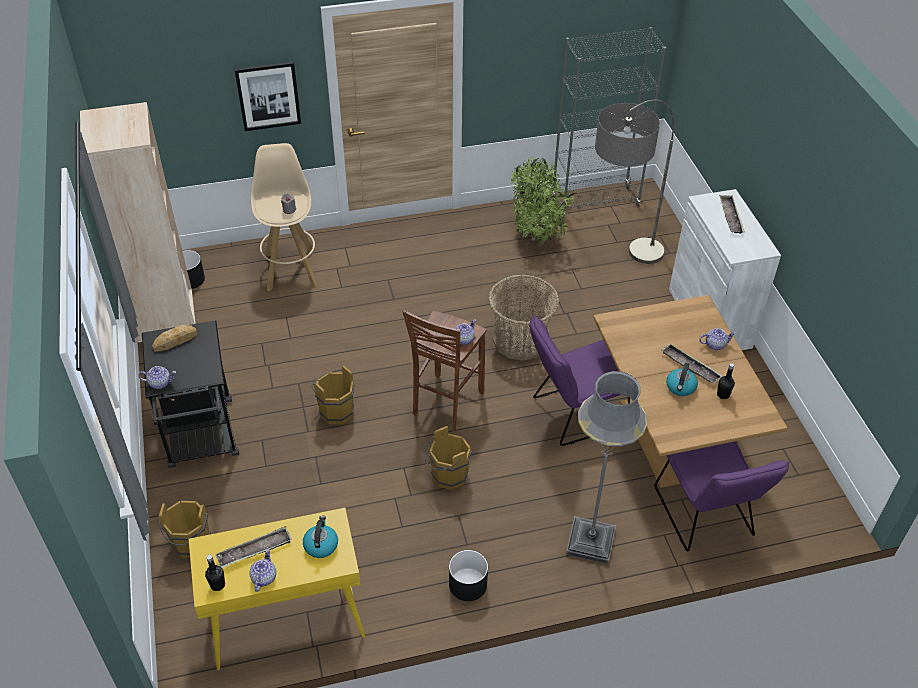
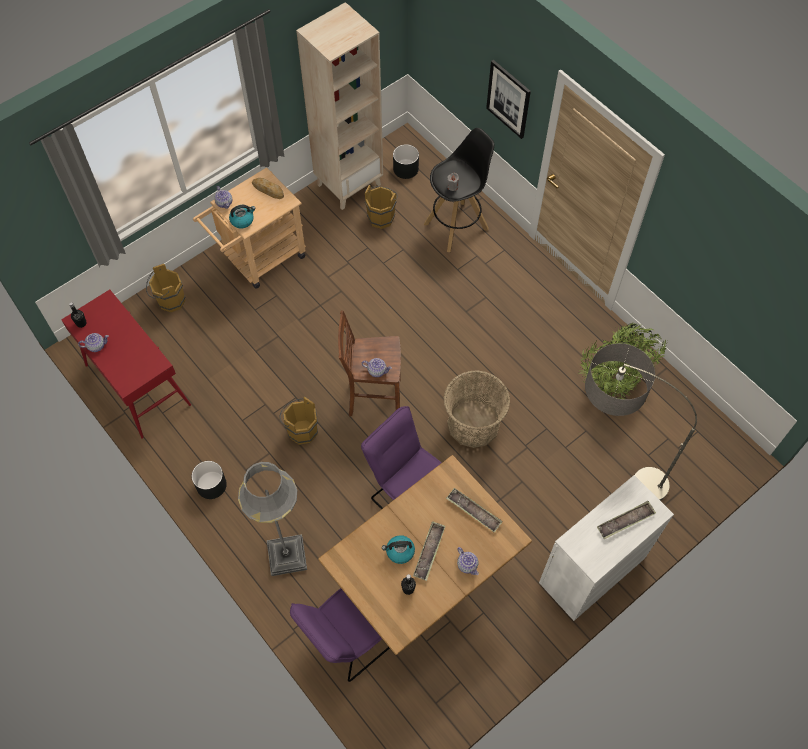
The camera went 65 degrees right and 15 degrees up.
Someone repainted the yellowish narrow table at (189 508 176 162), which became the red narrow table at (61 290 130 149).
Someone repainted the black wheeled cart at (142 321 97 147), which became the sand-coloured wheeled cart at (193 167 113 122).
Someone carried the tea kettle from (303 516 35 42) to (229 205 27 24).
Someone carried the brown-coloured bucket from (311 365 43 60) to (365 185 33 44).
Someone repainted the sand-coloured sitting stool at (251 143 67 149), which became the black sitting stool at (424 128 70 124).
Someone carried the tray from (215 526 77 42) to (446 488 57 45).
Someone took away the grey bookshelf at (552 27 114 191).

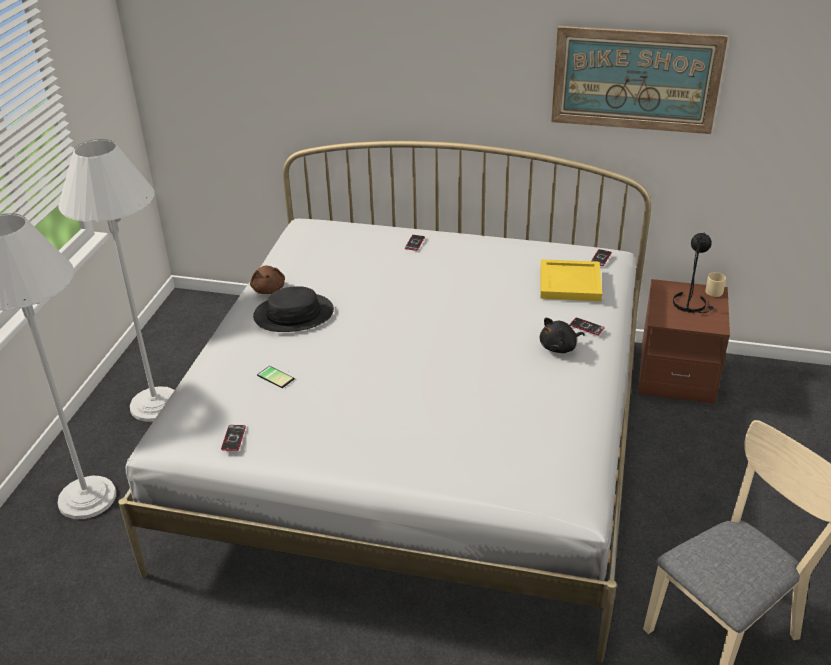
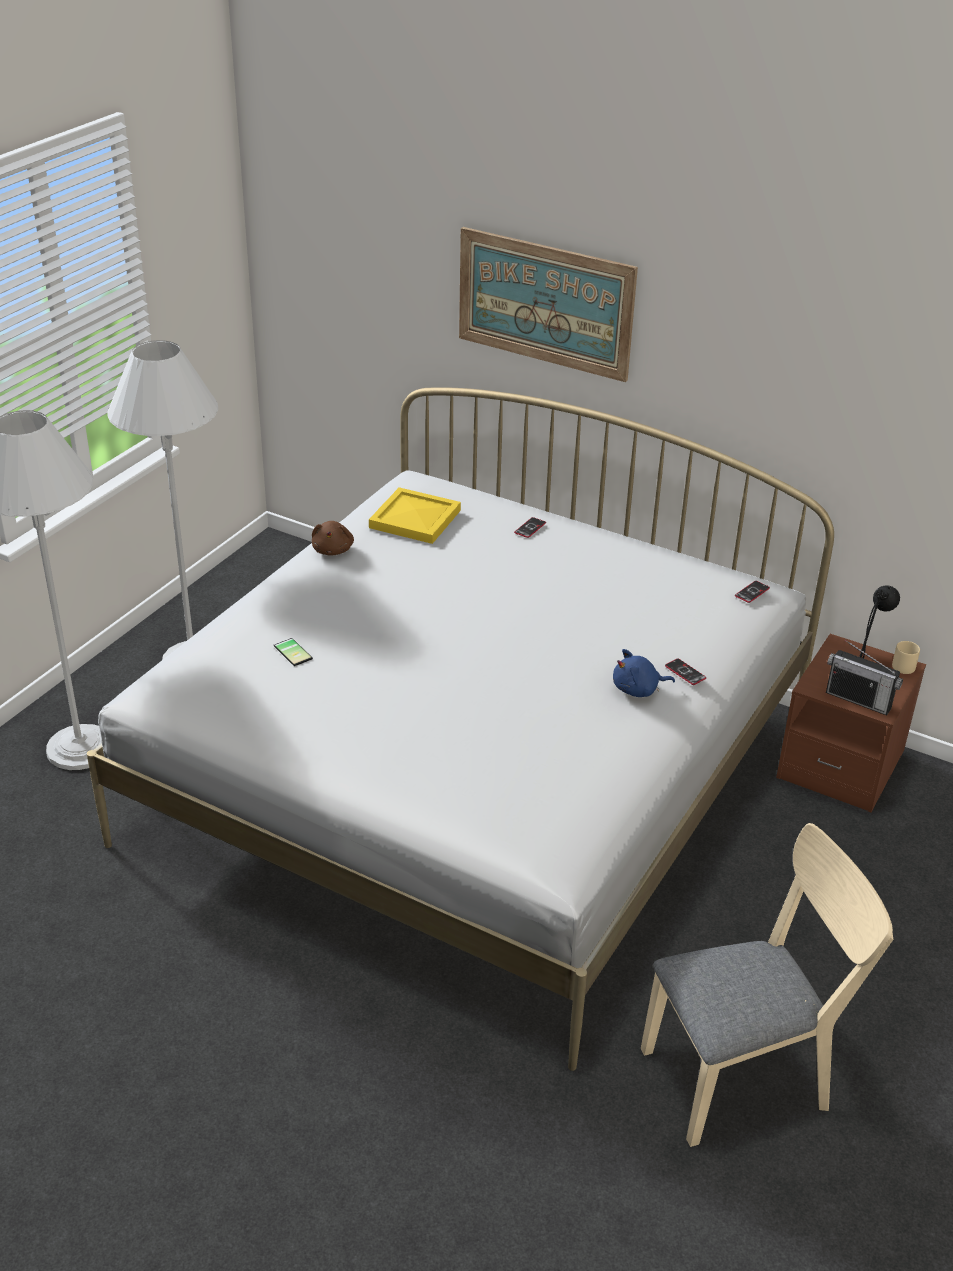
The camera went 15 degrees right and 0 degrees up.
Someone carried the yellowish tray from (540 259 62 42) to (369 487 92 57).
Someone carried the wall picture from (551 26 177 108) to (459 227 179 155).
Someone repainted the black cuddly toy at (540 318 45 35), which became the blue cuddly toy at (613 649 62 48).
Someone put down the radio set at (826 640 77 76).
Someone took away the telephone at (221 425 25 26).
Someone took away the black clothing hat at (253 286 81 46).

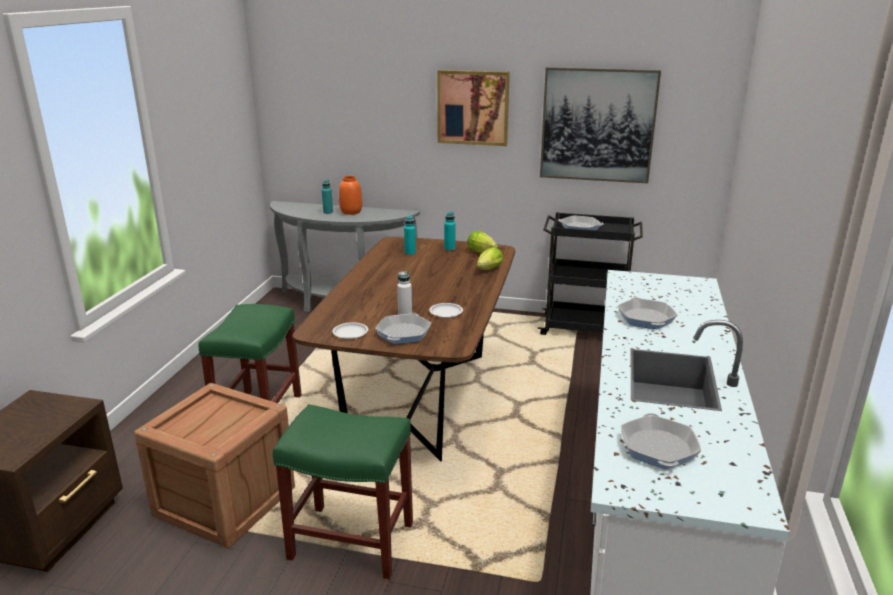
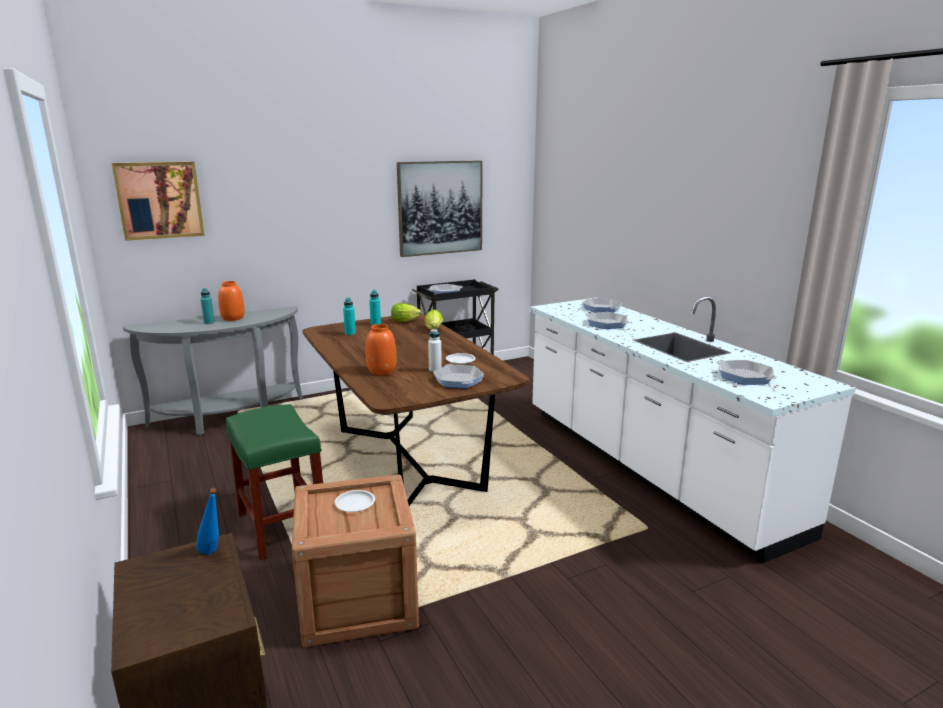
The camera went 40 degrees left and 5 degrees down.
Someone carried the wall picture from (437 70 73 76) to (112 162 93 79).
Someone put down the blue bottle at (196 488 23 66).
Someone carried the whitish plate from (333 322 35 17) to (335 490 40 22).
Someone put down the orangey vase at (366 324 30 51).
Someone put down the skillet at (582 298 40 15).
Someone took away the greenish sitting stool at (273 404 140 175).

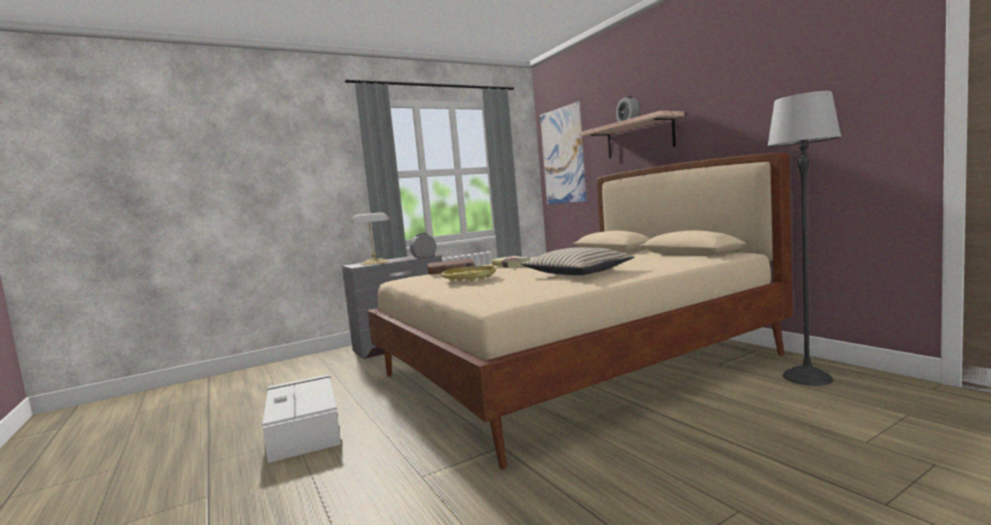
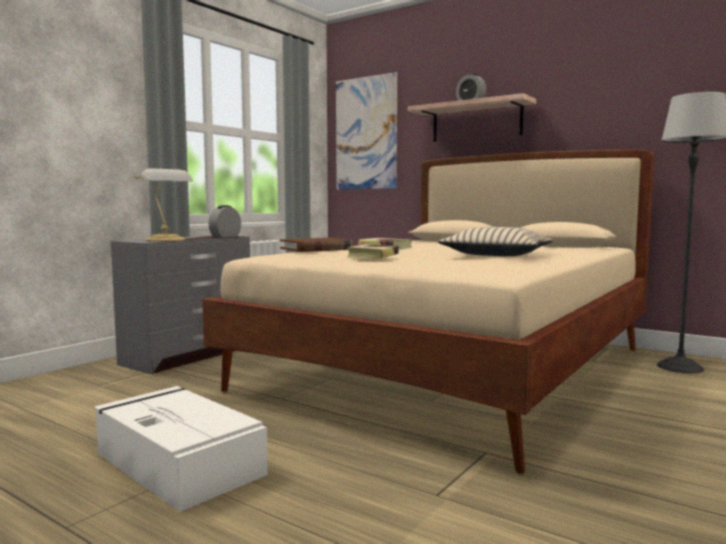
The camera went 25 degrees left and 0 degrees up.
Someone swapped the yellowish tray at (441 265 55 16) for the bound book at (347 244 52 14).

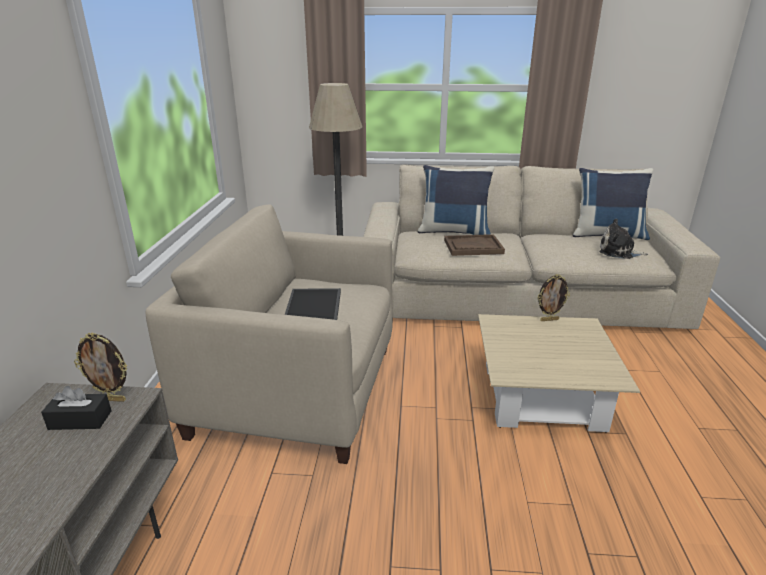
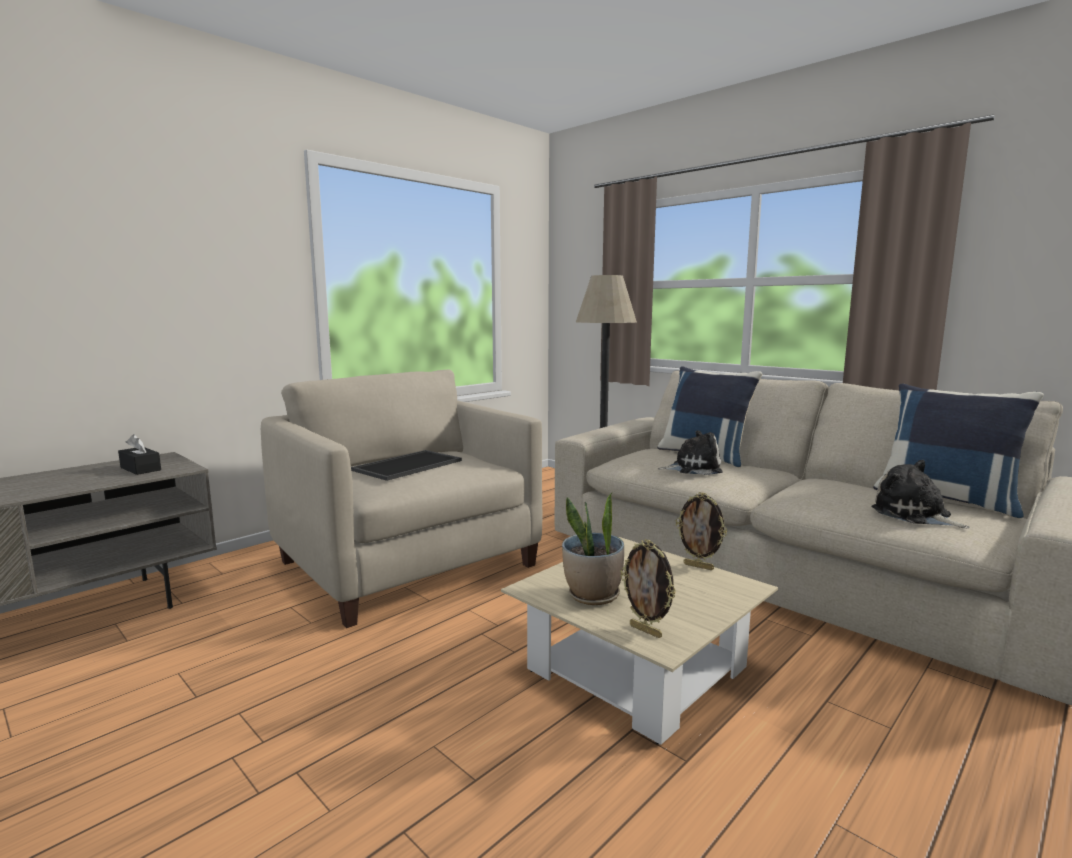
The camera went 40 degrees right and 15 degrees down.
Someone put down the houseplant at (562 493 62 112).
Someone carried the picture frame from (74 332 53 70) to (620 539 56 99).
Someone swapped the brown-coloured tray at (444 234 61 22) for the cuddly toy at (658 430 65 45).

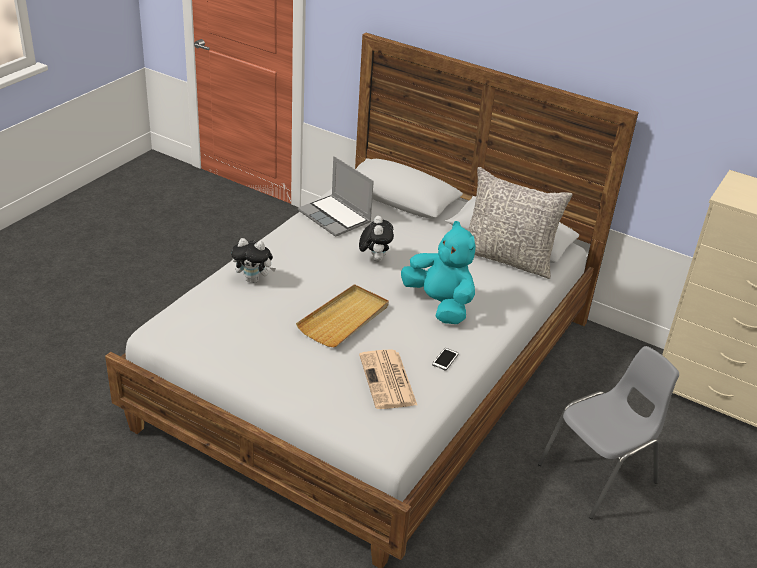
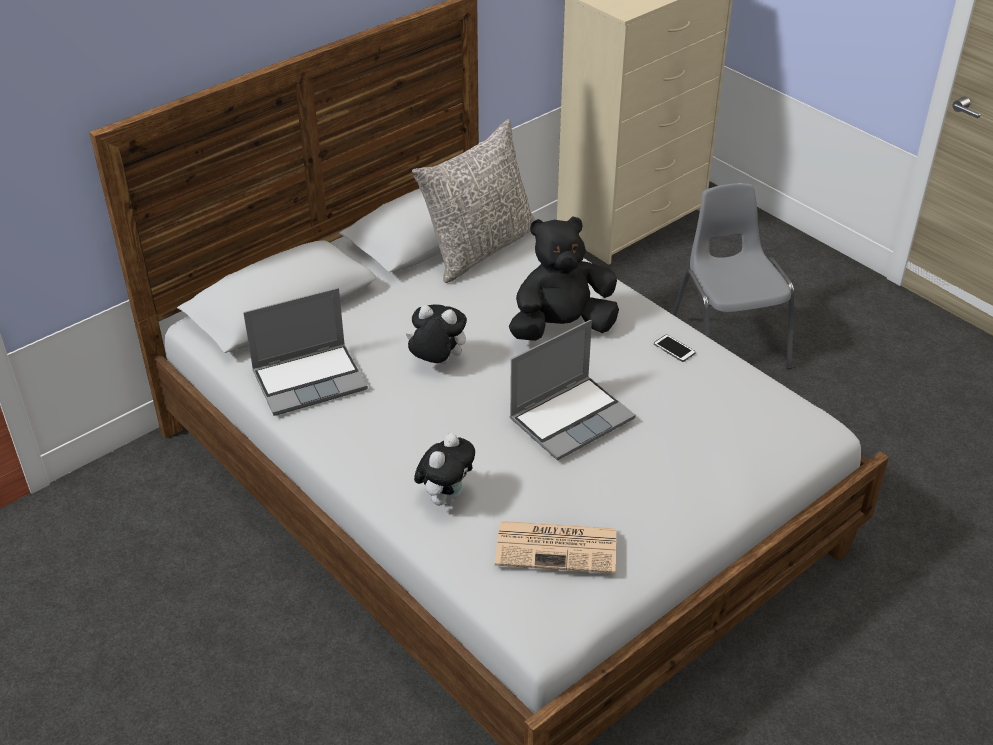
The camera went 70 degrees left and 5 degrees up.
Someone carried the daily paper from (359 349 58 60) to (495 521 121 53).
Someone repainted the turquoise cuddly toy at (401 221 75 103), which became the black cuddly toy at (509 216 110 125).
Someone swapped the sand-coloured tray at (296 284 93 63) for the notebook computer at (510 320 126 141).

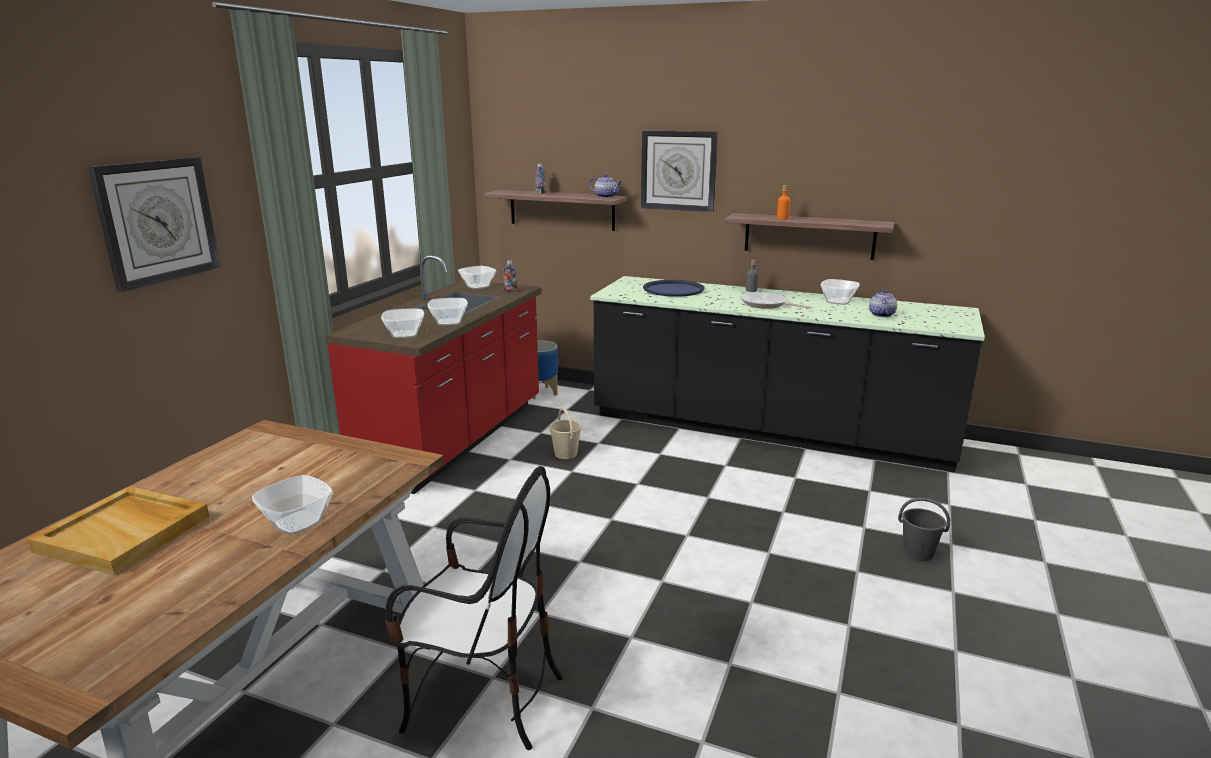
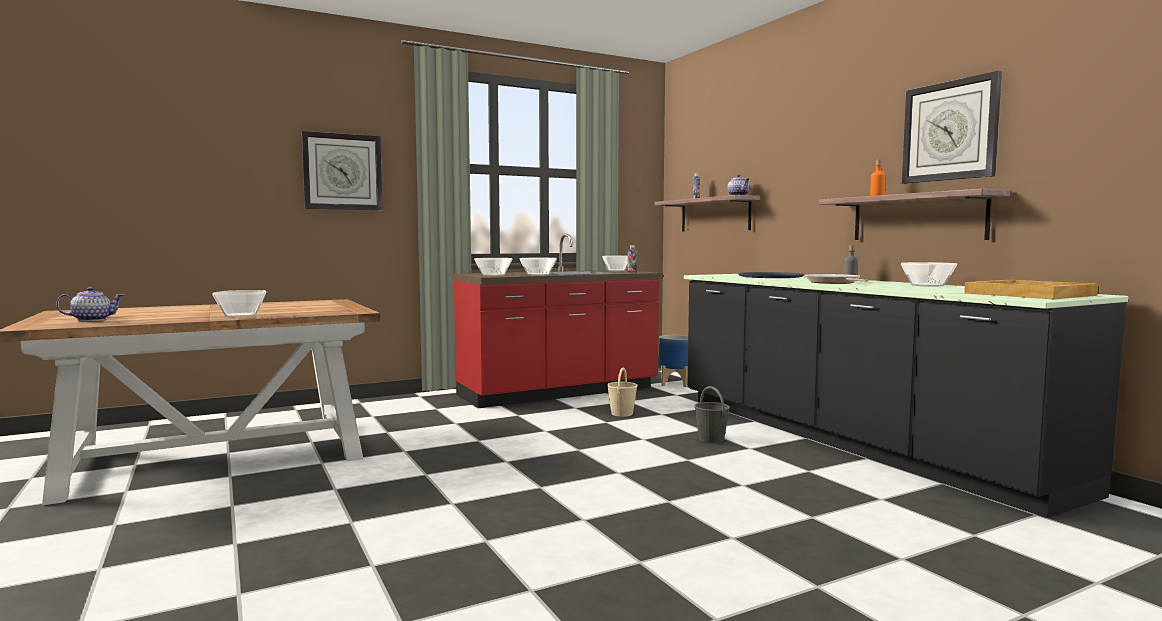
The camera went 40 degrees right and 15 degrees down.
Someone carried the tea pot from (869 290 28 27) to (56 287 68 34).
Someone carried the grey bucket from (898 498 52 63) to (694 386 36 57).
Someone carried the wall clock from (641 130 77 82) to (902 71 100 113).
Someone carried the sand-coloured tray from (27 486 183 90) to (964 280 134 19).
Someone took away the chair at (385 466 178 284).

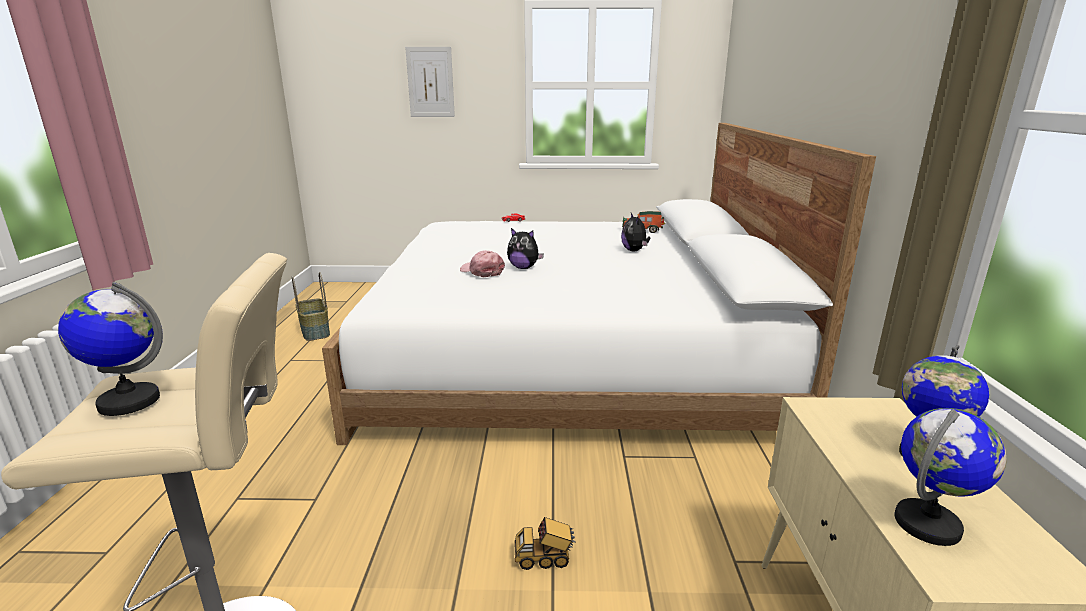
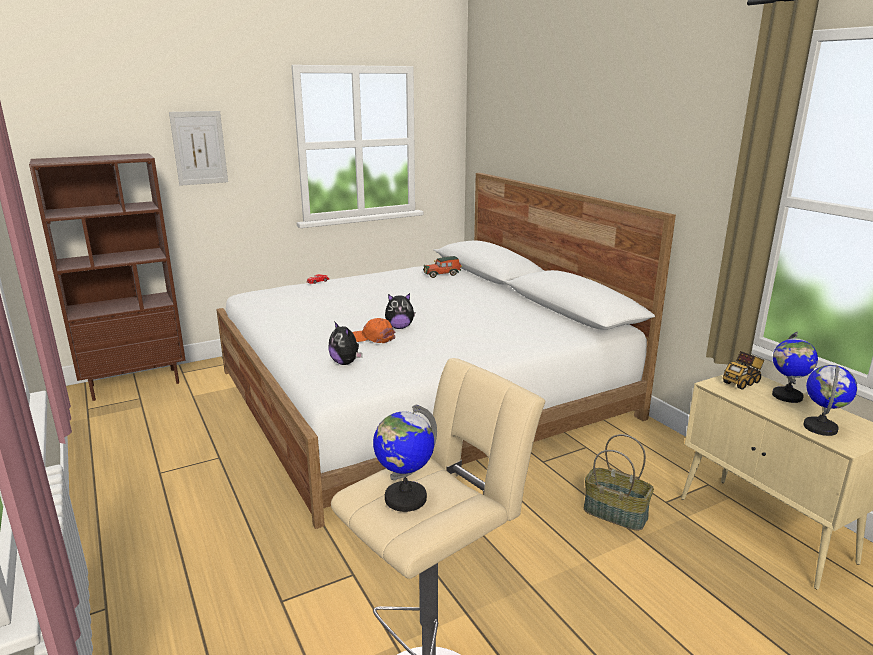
The camera went 30 degrees left and 0 degrees up.
Someone put down the brown-coloured bookshelf at (29 153 157 248).
Someone carried the cuddly toy from (621 213 29 38) to (328 321 34 44).
Someone repainted the pinkish baseball cap at (460 250 45 27), which became the orangey baseball cap at (352 318 44 25).
Someone carried the basket from (292 272 38 69) to (584 434 70 97).
Someone carried the toy lorry from (514 517 62 53) to (723 351 41 39).

